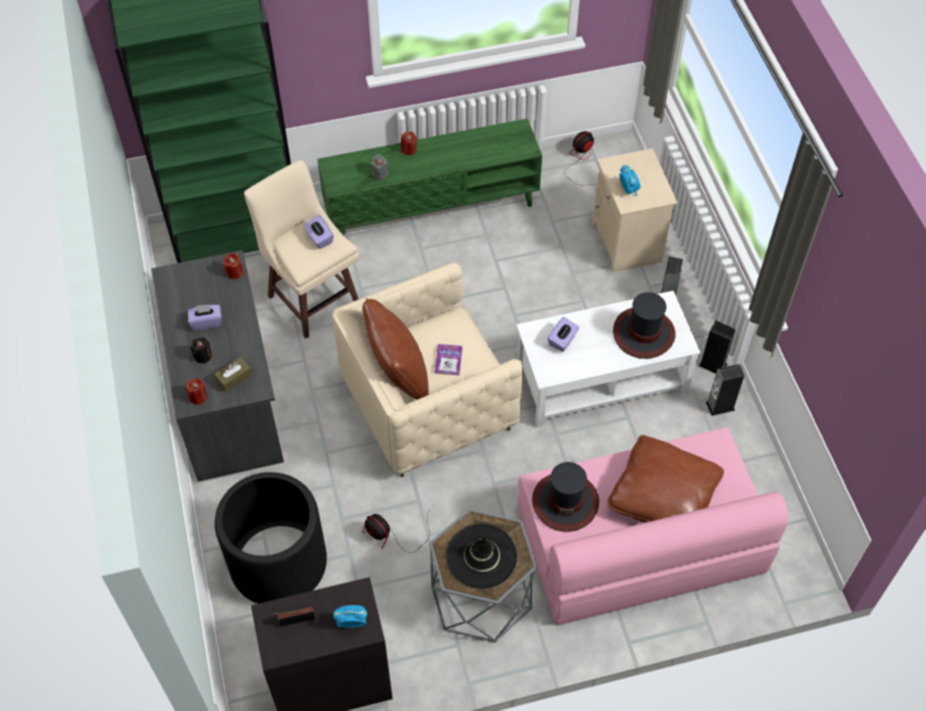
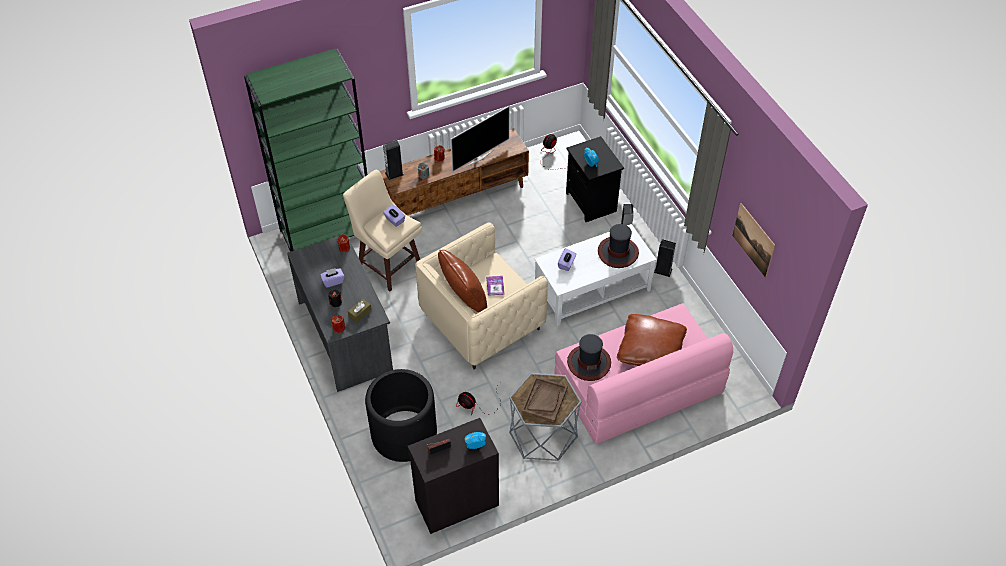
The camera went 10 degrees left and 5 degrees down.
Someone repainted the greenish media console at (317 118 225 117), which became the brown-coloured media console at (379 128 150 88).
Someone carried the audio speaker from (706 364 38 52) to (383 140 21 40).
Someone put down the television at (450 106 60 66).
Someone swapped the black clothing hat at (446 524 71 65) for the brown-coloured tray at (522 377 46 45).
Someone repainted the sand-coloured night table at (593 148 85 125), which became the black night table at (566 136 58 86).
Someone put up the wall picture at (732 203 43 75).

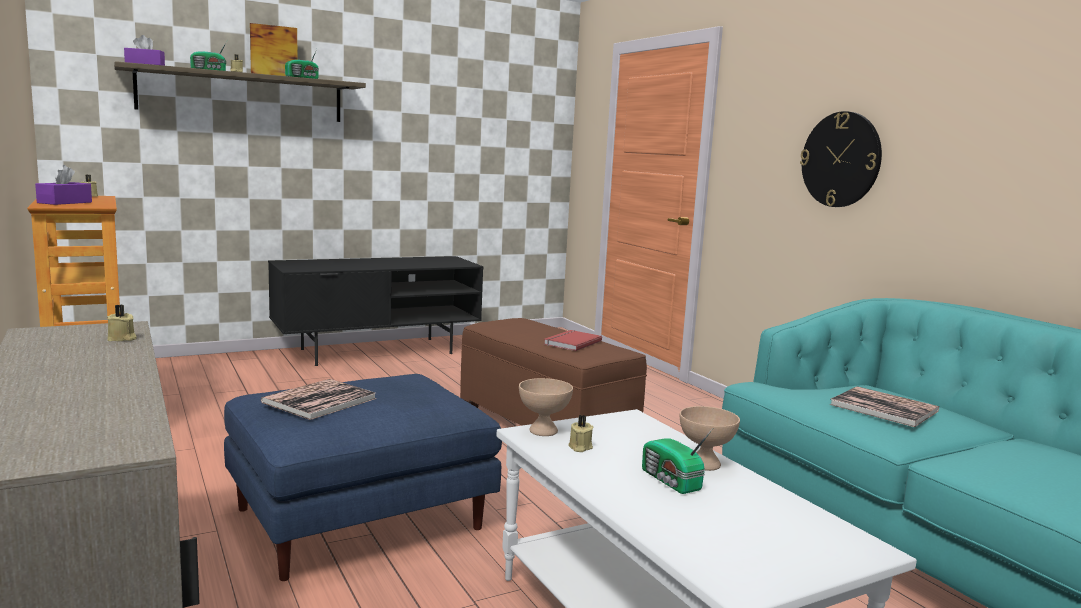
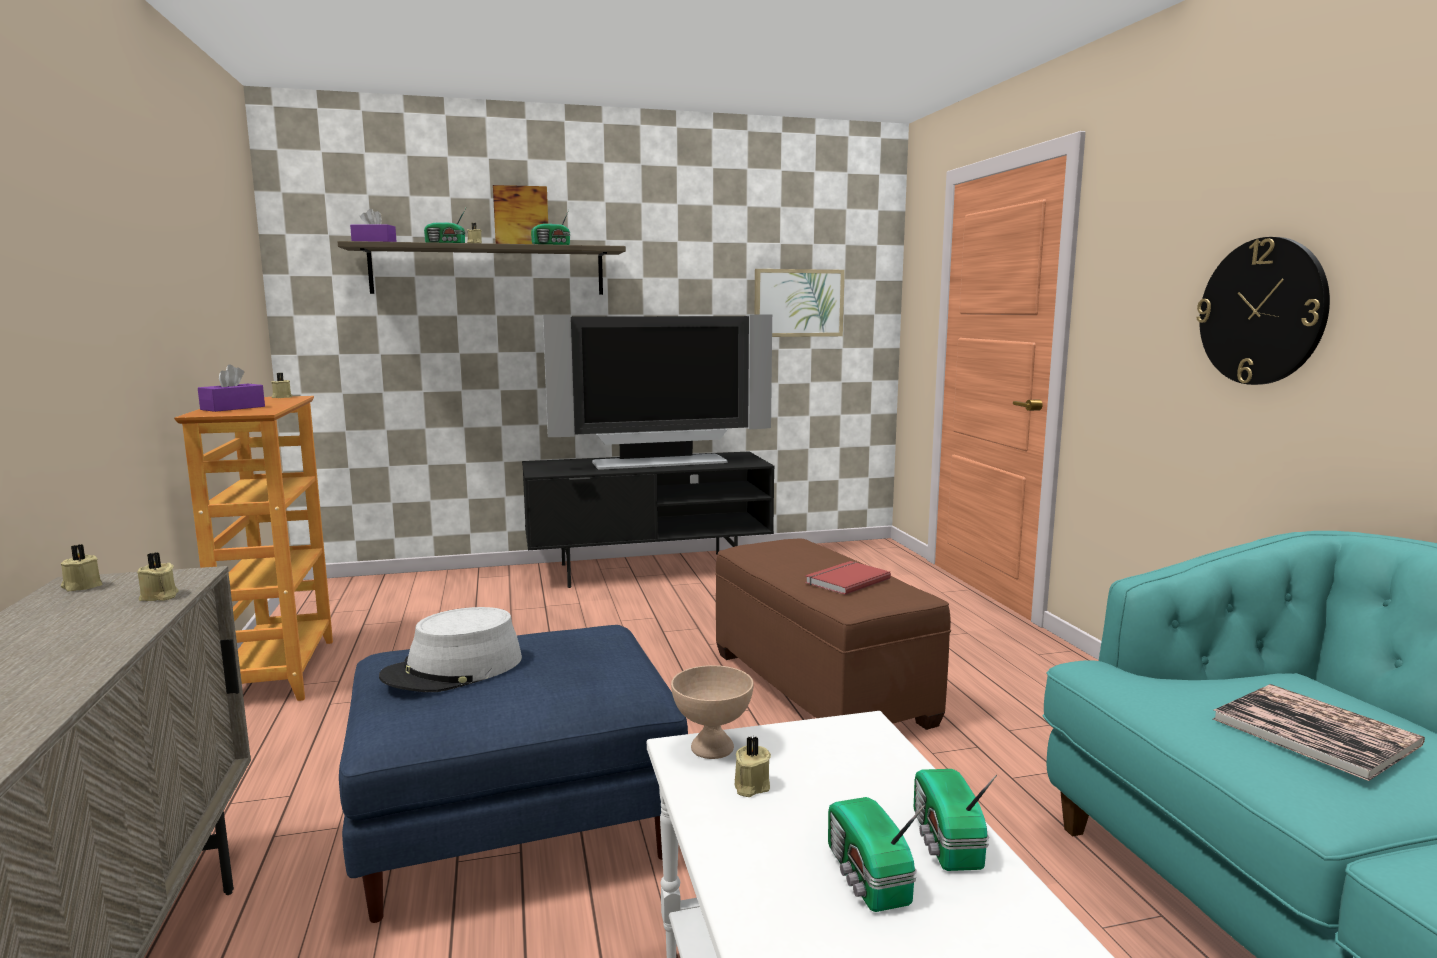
The camera went 15 degrees right and 0 degrees up.
Someone put down the sand-coloured wax candle at (61 544 42 47).
Someone swapped the bound book at (261 379 116 41) for the grey clothing hat at (379 607 143 85).
Someone put down the television at (543 314 229 156).
Someone put up the wall picture at (755 269 90 68).
Someone swapped the sand-coloured serving bowl at (680 406 60 65) for the radio set at (914 769 83 102).

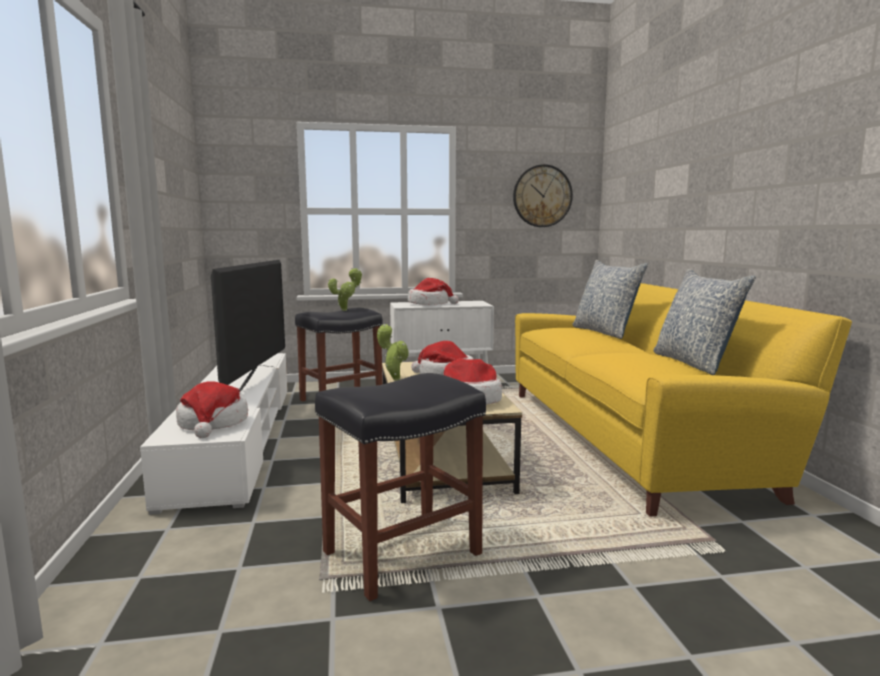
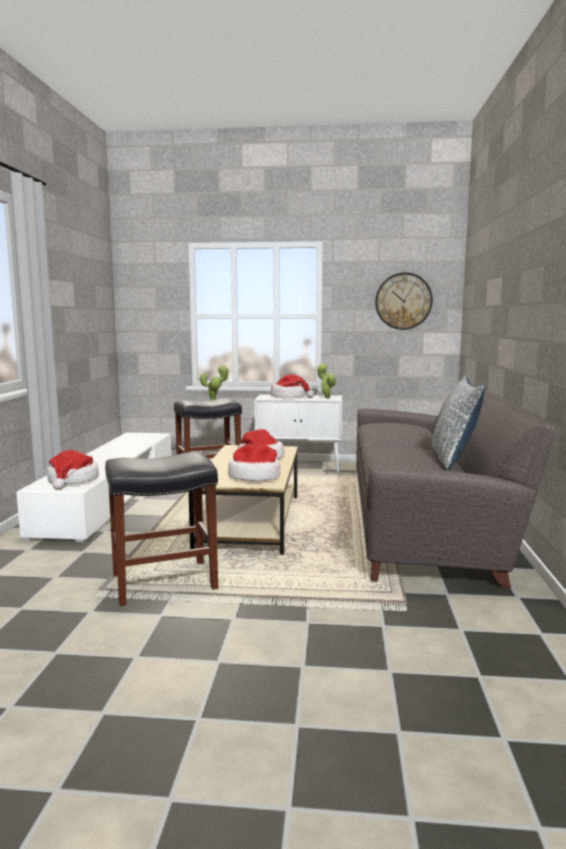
The camera went 15 degrees right and 0 degrees up.
Someone carried the houseplant from (377 324 32 57) to (317 363 20 36).
Someone repainted the yellowish sofa at (515 283 337 234), which became the grey sofa at (356 385 200 203).
Someone took away the television at (211 260 74 132).
Someone took away the throw pillow at (572 260 76 79).

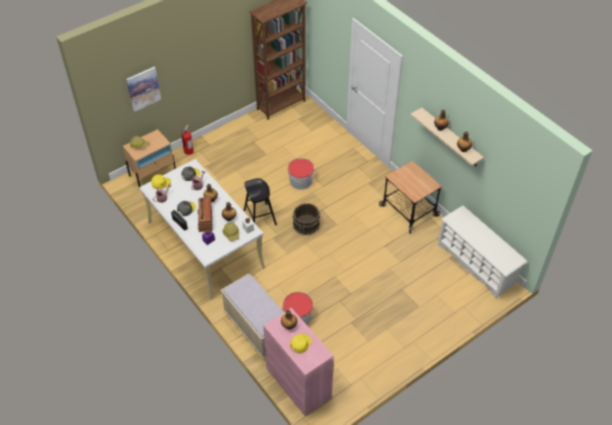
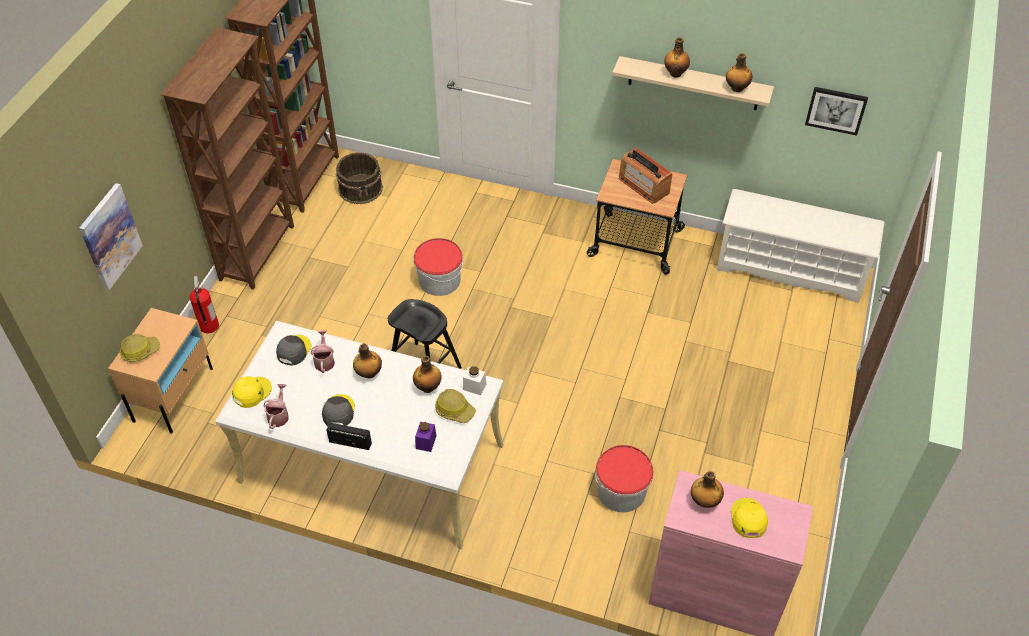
The camera went 35 degrees left and 0 degrees up.
Someone put down the brown-coloured bookshelf at (161 28 133 262).
Someone carried the brown-coloured bucket from (293 203 27 32) to (336 152 47 52).
Someone carried the radio set from (197 197 16 35) to (618 148 55 56).
Someone put up the wall picture at (805 87 63 49).
Someone took away the sand-coloured bench at (220 273 64 86).

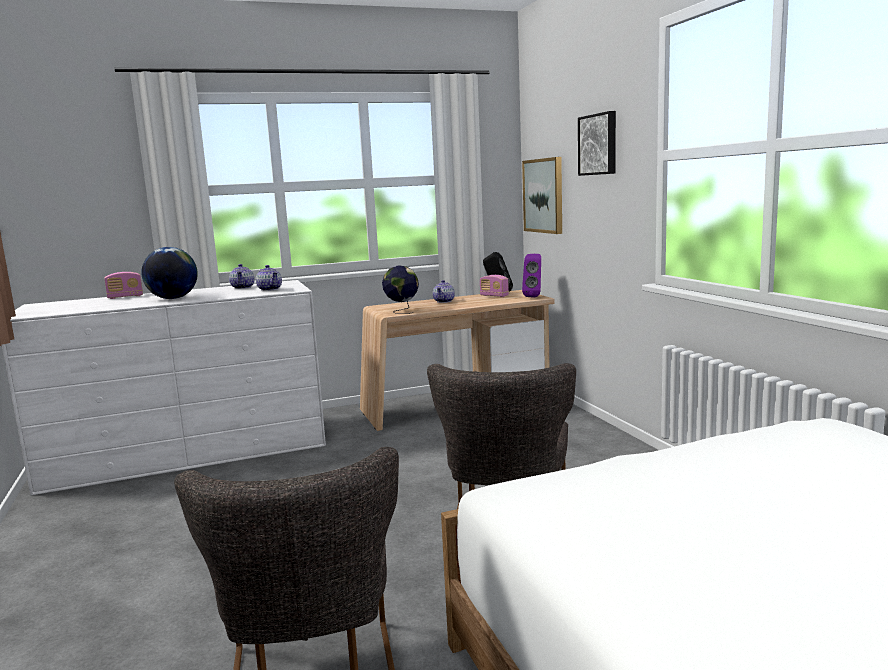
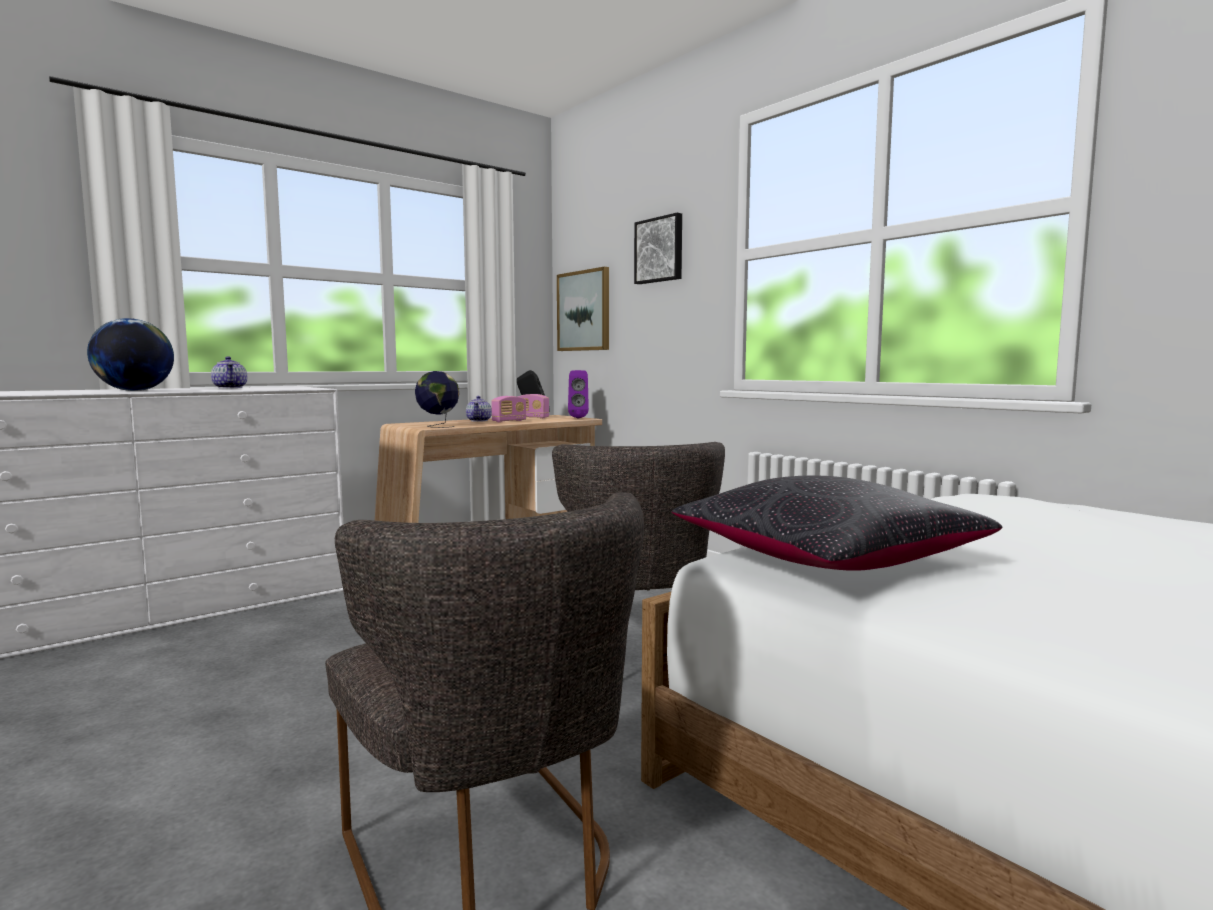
The camera went 20 degrees left and 5 degrees down.
Someone carried the radio set from (104 272 39 27) to (491 396 35 26).
Someone put down the black throw pillow at (672 475 331 96).
Someone took away the tea pot at (256 265 26 26).

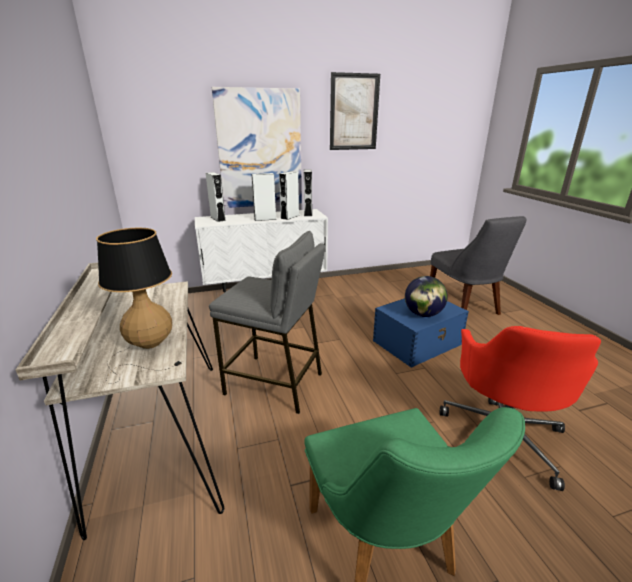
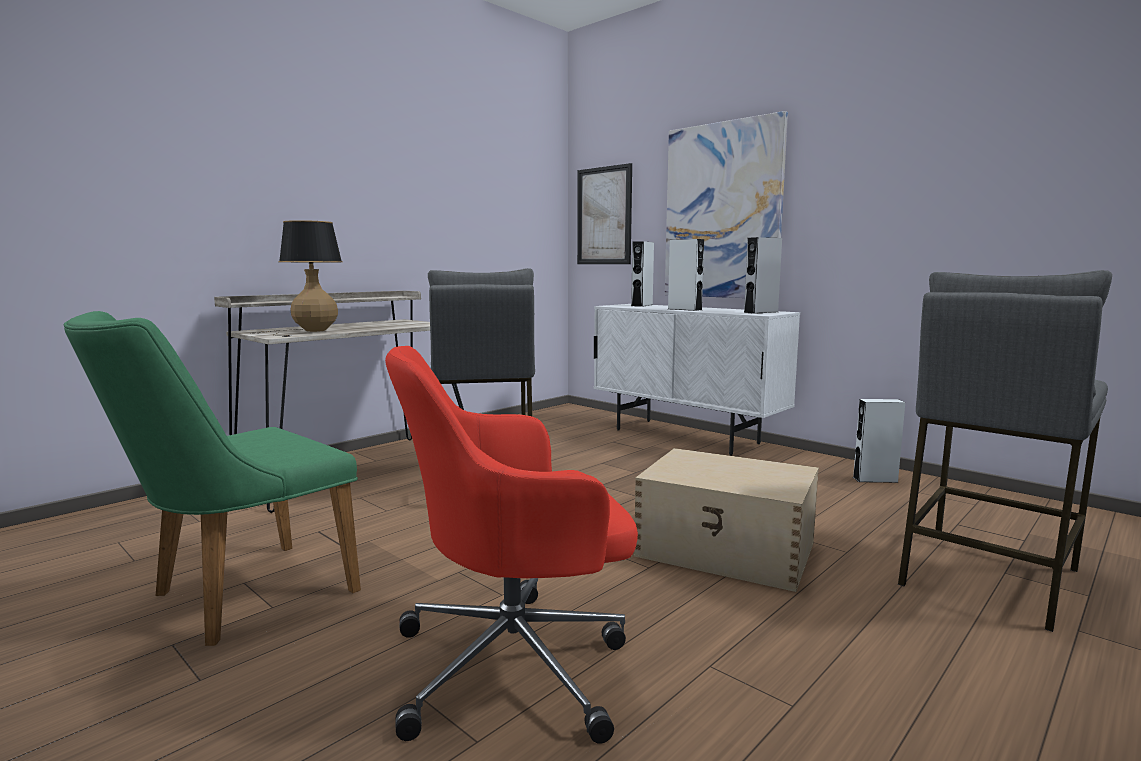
The camera went 60 degrees right and 15 degrees down.
Someone carried the wall picture from (330 72 50 78) to (577 163 55 101).
Someone repainted the blue storage box at (373 298 96 70), which became the sand-coloured storage box at (634 448 185 144).
Someone carried the whitish audio speaker from (279 171 20 49) to (853 399 52 84).
Someone swapped the grey chair at (430 216 97 99) for the grey sitting stool at (898 270 214 362).
Someone took away the desk globe at (405 276 43 41).

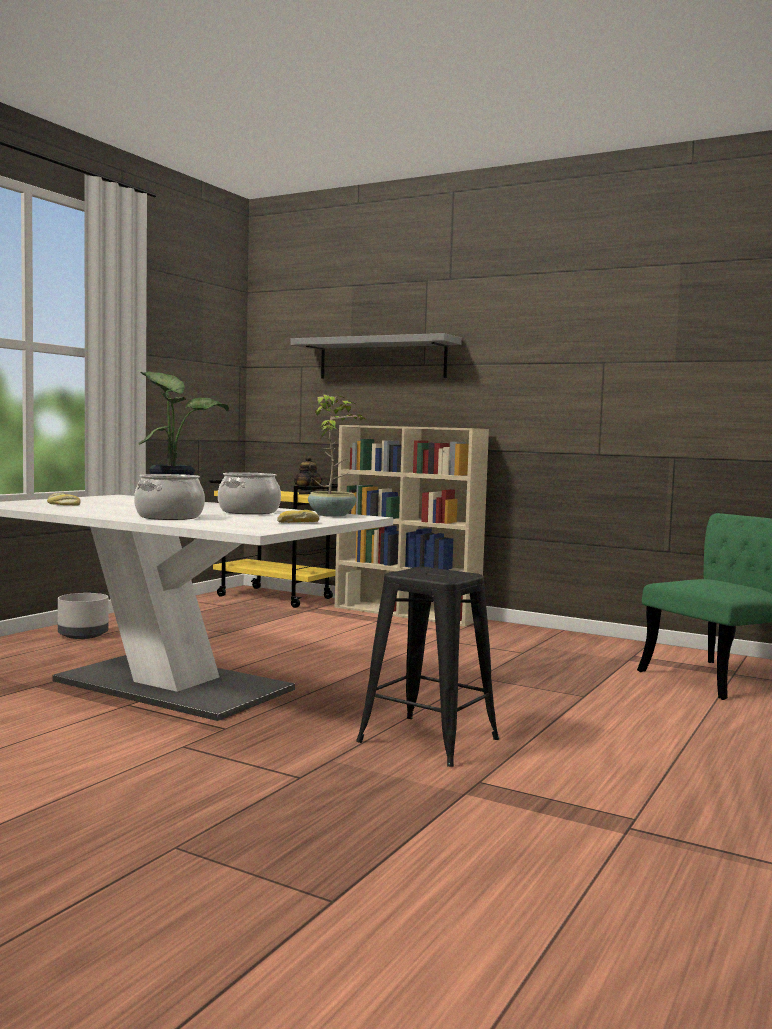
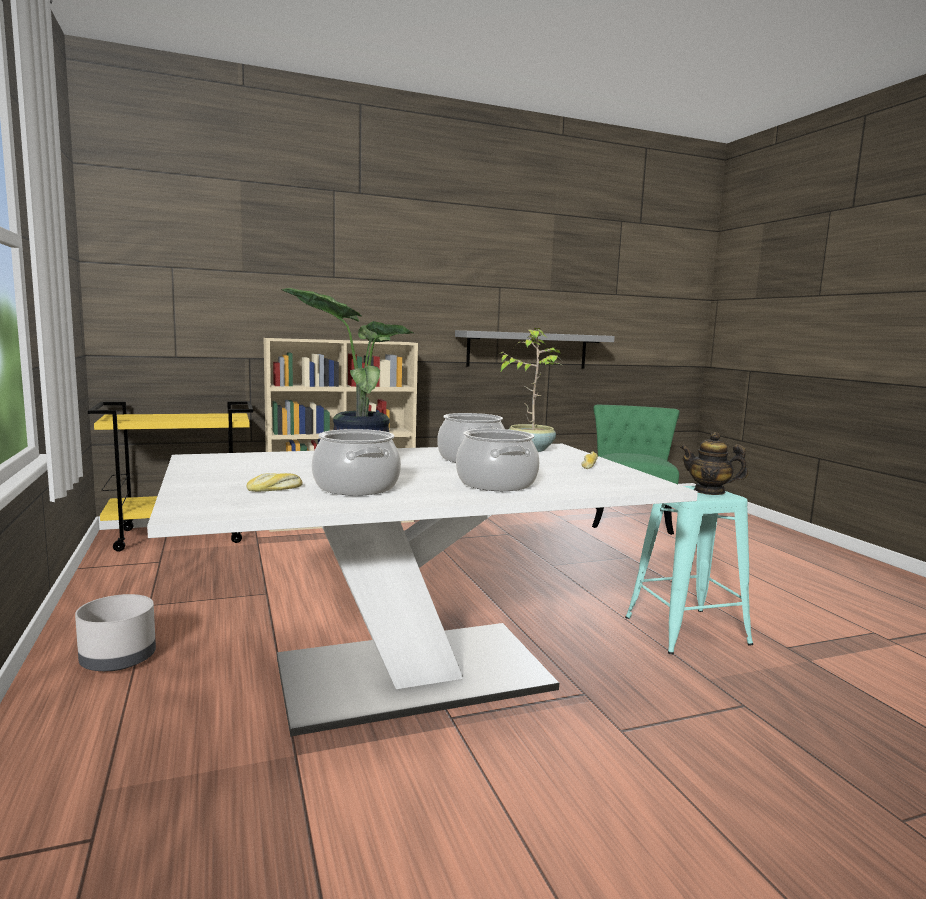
The camera went 50 degrees left and 5 degrees up.
Someone put down the saucepot at (312 429 89 67).
Someone carried the grey shelf from (290 333 172 46) to (455 330 160 38).
Someone repainted the black sitting stool at (356 567 143 200), which became the turquoise sitting stool at (625 486 128 168).
Someone carried the tea pot from (294 456 29 38) to (680 432 68 63).

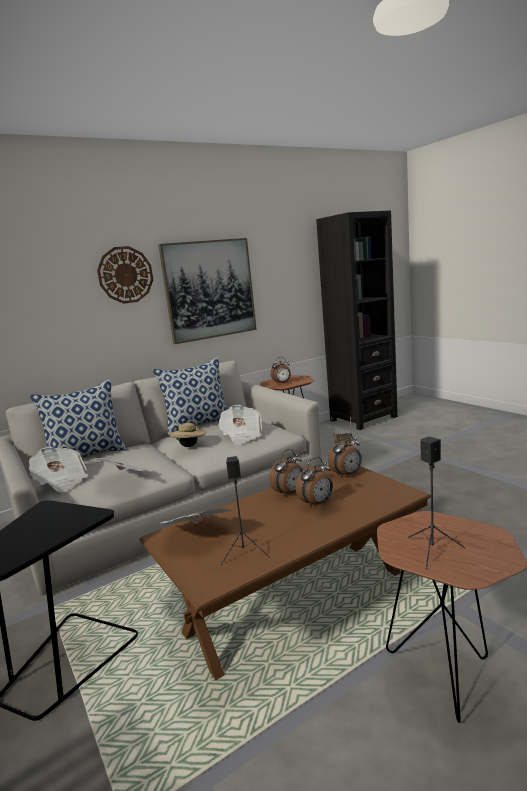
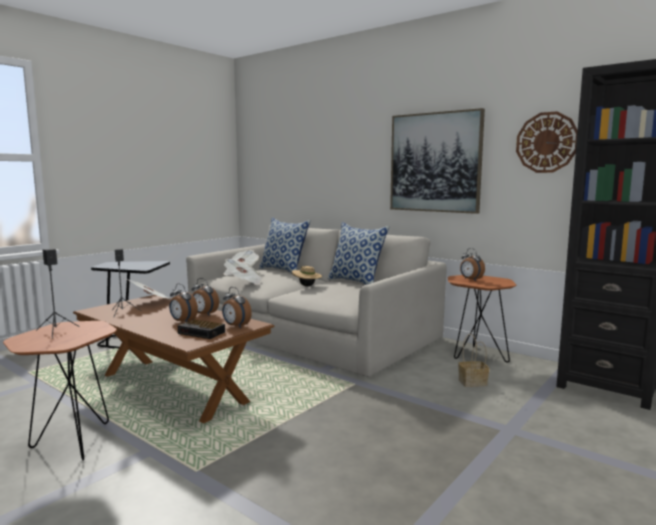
The camera went 70 degrees right and 5 degrees down.
Someone put down the bedside clock at (178 319 47 20).
Someone carried the wall clock from (97 246 56 58) to (516 111 62 62).
Someone took away the daily paper at (218 405 44 40).

